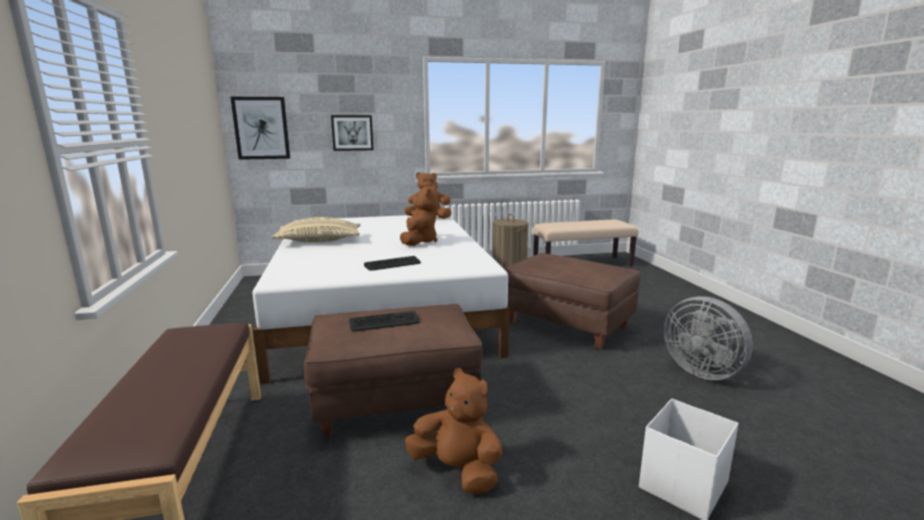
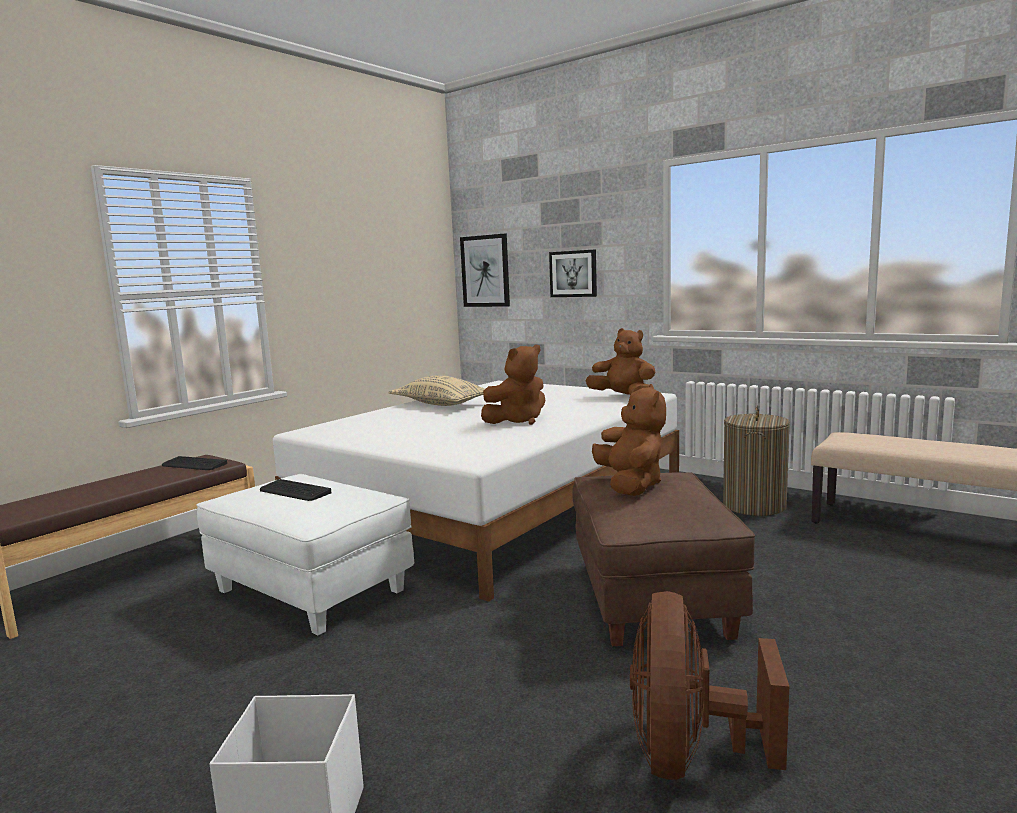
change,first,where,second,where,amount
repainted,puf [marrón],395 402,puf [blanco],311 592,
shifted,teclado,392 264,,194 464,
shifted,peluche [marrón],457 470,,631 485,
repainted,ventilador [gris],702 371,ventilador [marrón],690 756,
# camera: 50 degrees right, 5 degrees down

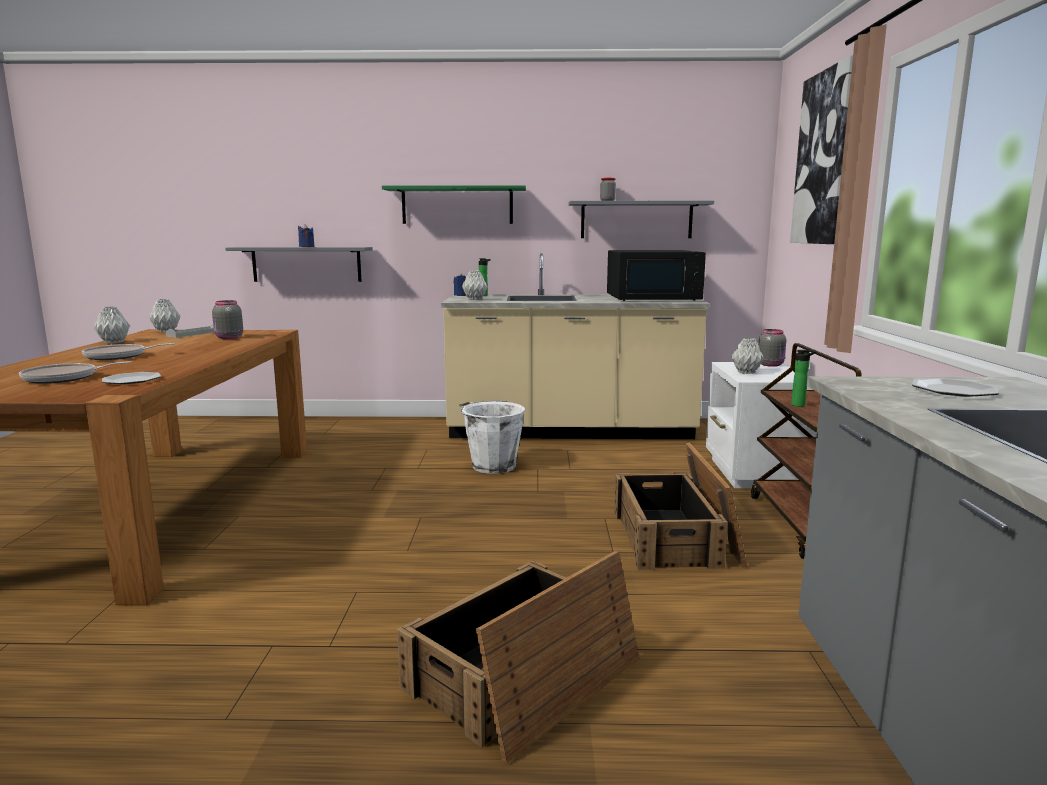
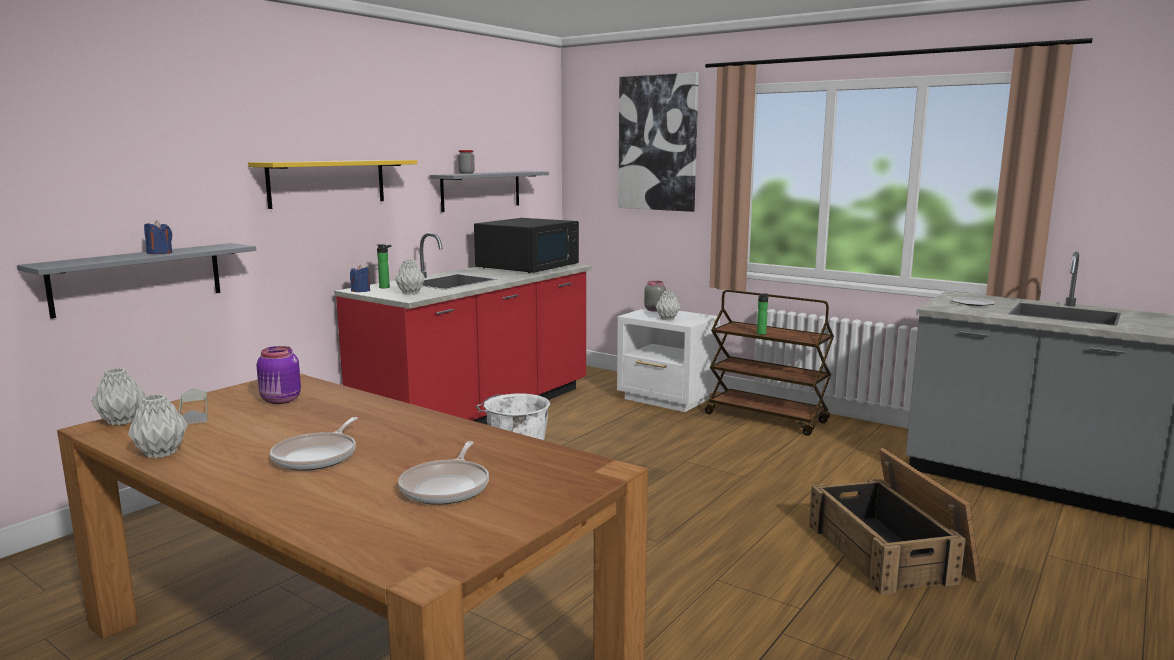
change,first,where,second,where,amount
gone,plato,131 380,,,
repainted,tarro [gris],228 338,tarro [morado],281 400,
repainted,estante [verde],457 205,estante [amarillo],327 183,
repainted,mueble bajo de cocina [beis],570 431,mueble bajo de cocina [rojo],479 414,
gone,caja de embalaje,676 537,,,
# camera: 55 degrees left, 0 degrees up

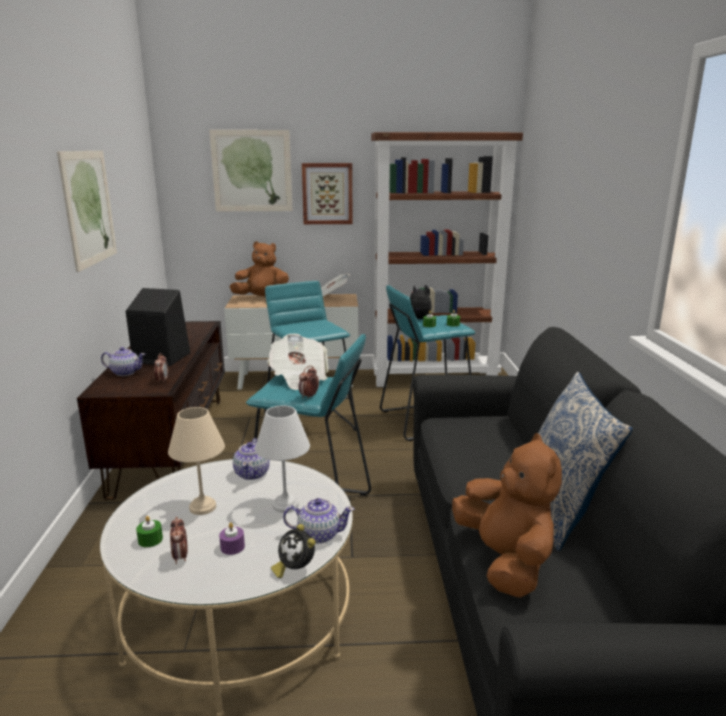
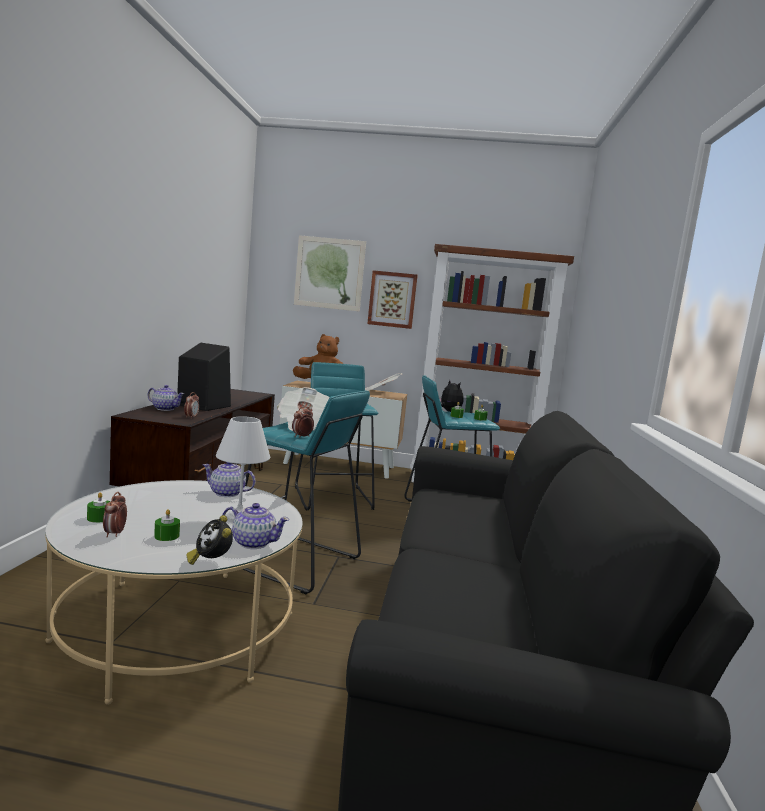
change,first,where,second,where,amount
gone,cuadro,89 208,,,
gone,lámpara de mesa [beis],203 508,,,
repainted,vela [morado],232 547,vela [verde],167 536,
rotated,tetera,252 473,,227 493,90 degrees clockwise
gone,peluche [marrón],505 561,,,
gone,cojín,561 509,,,
# camera: 10 degrees right, 10 degrees down

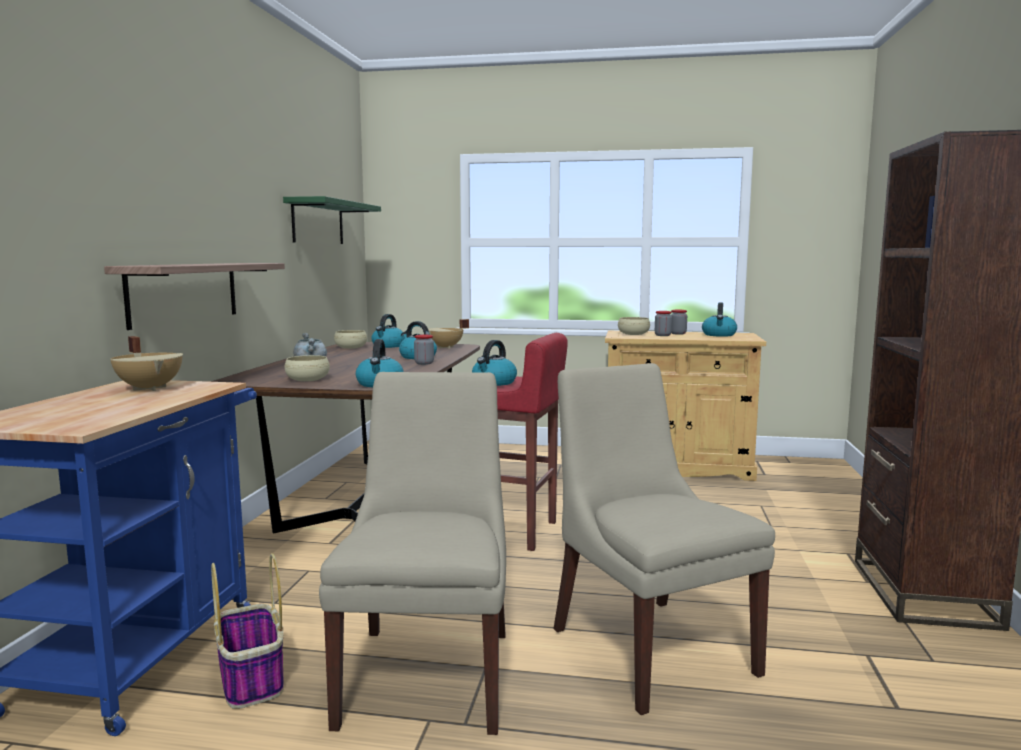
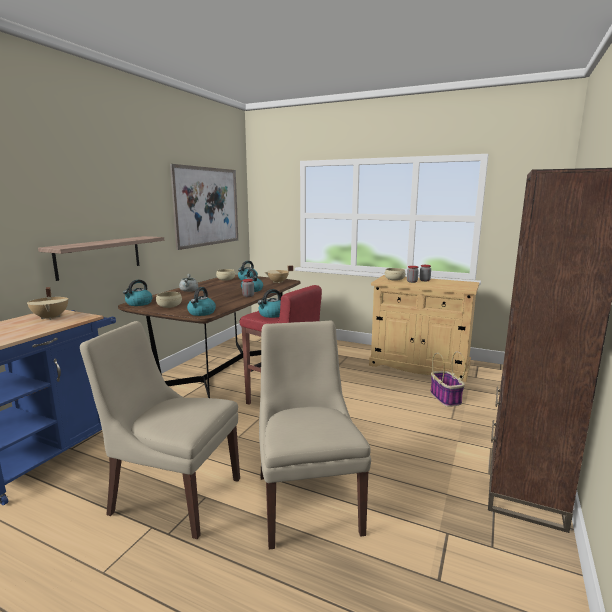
change,first,where,second,where,amount
shifted,cesta,252 680,,446 398,
swapped,estante [verde],318 222,cuadro,207 206,
rotated,silla [beis],428 673,,173 495,90 degrees counterclockwise
shifted,hervidor,719 335,,139 303,
# camera: 15 degrees right, 5 degrees up

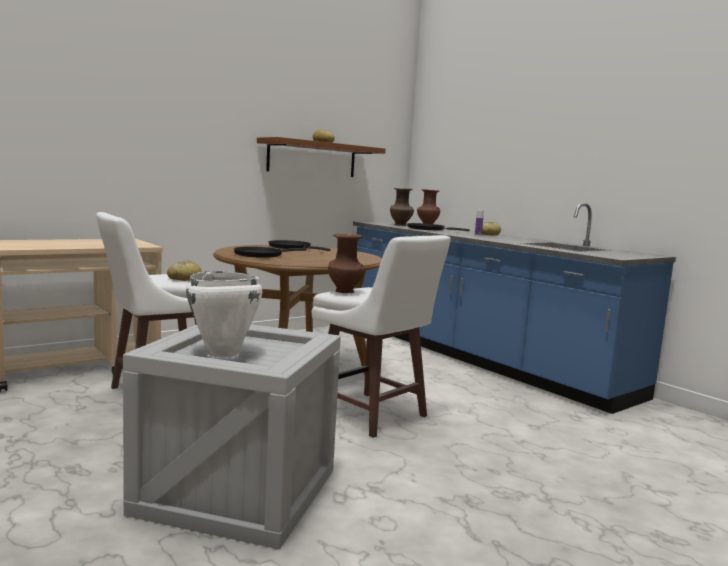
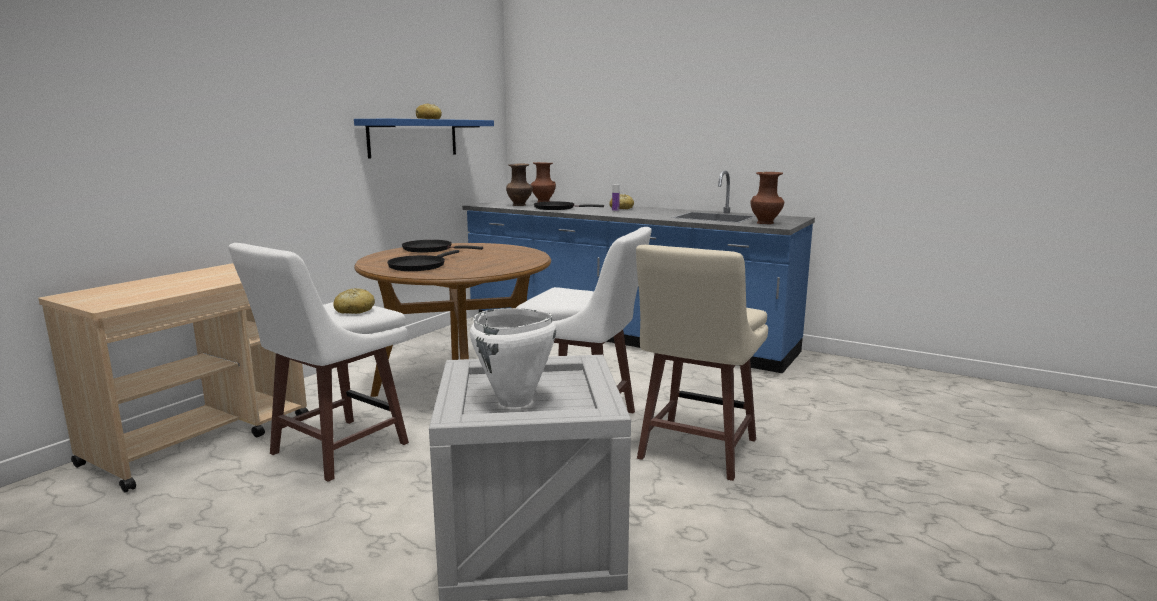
change,first,where,second,where,amount
repainted,estante [marrón],312 158,estante [azul],413 138,
shifted,florero [marrón],345 292,,766 223,
new,,,taburete [beis],695 450,
# camera: 20 degrees left, 5 degrees up

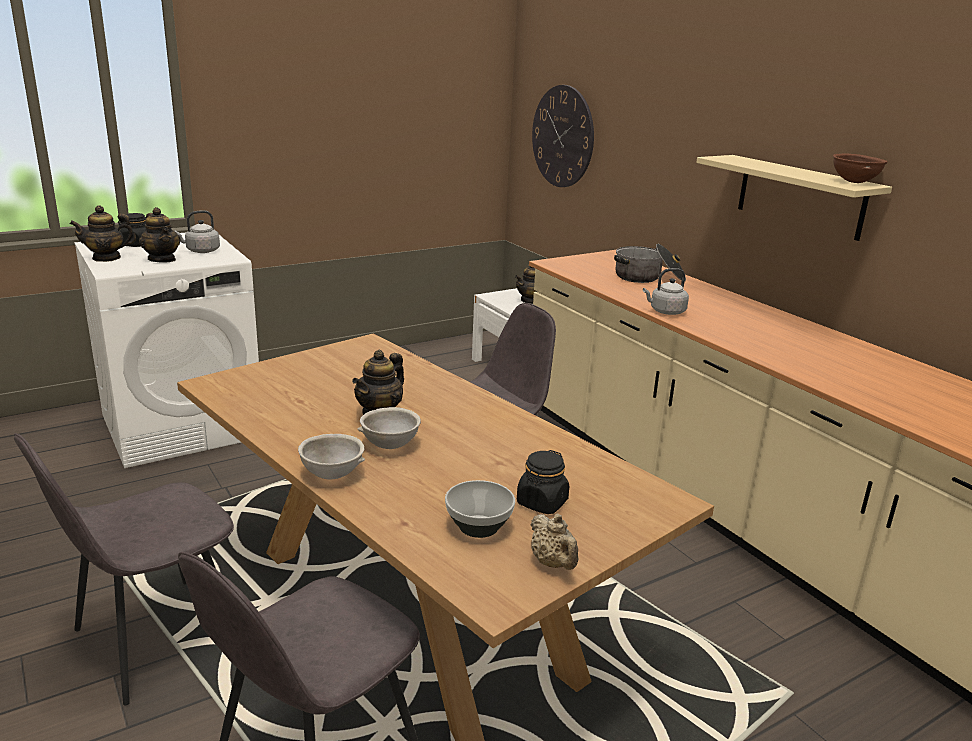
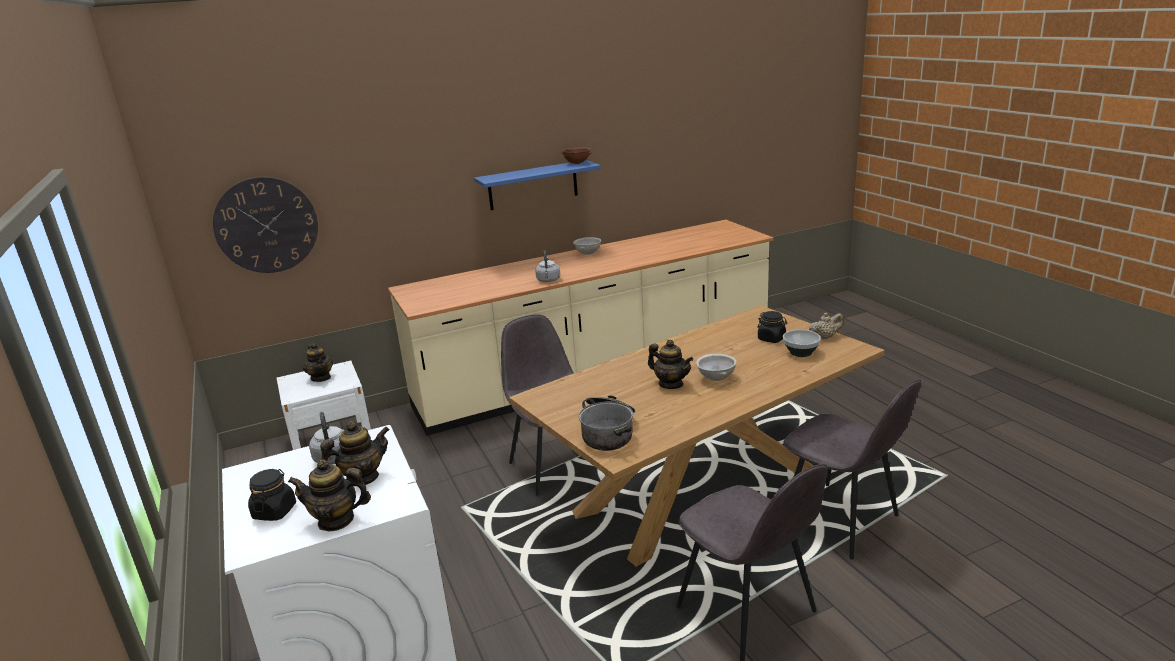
change,first,where,second,where,amount
rotated,tetera,107 258,,336 520,105 degrees clockwise
shifted,cuenco [gris],332 474,,587 254,
shifted,olla,648 278,,609 433,
repainted,estante [beis],800 196,estante [azul],533 185,
# camera: 80 degrees left, 0 degrees up

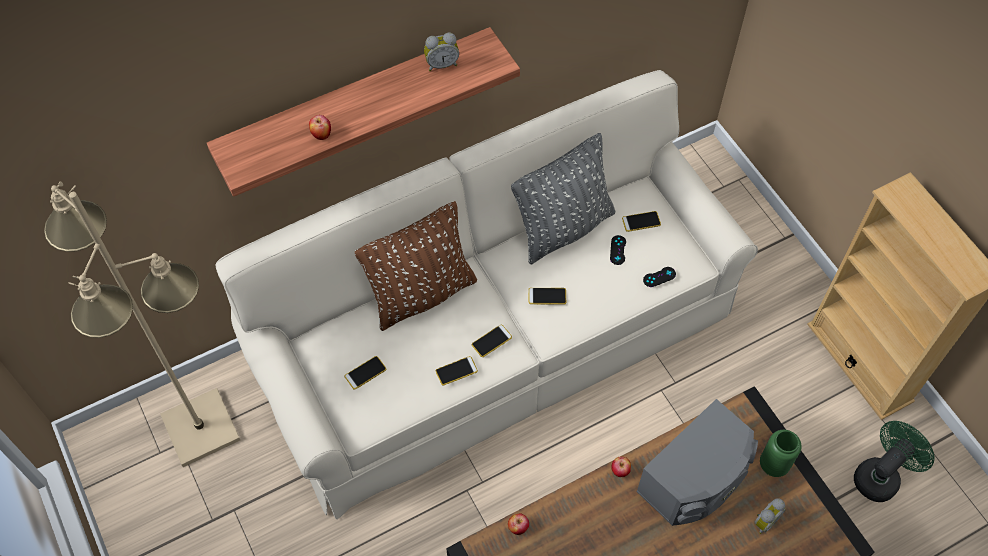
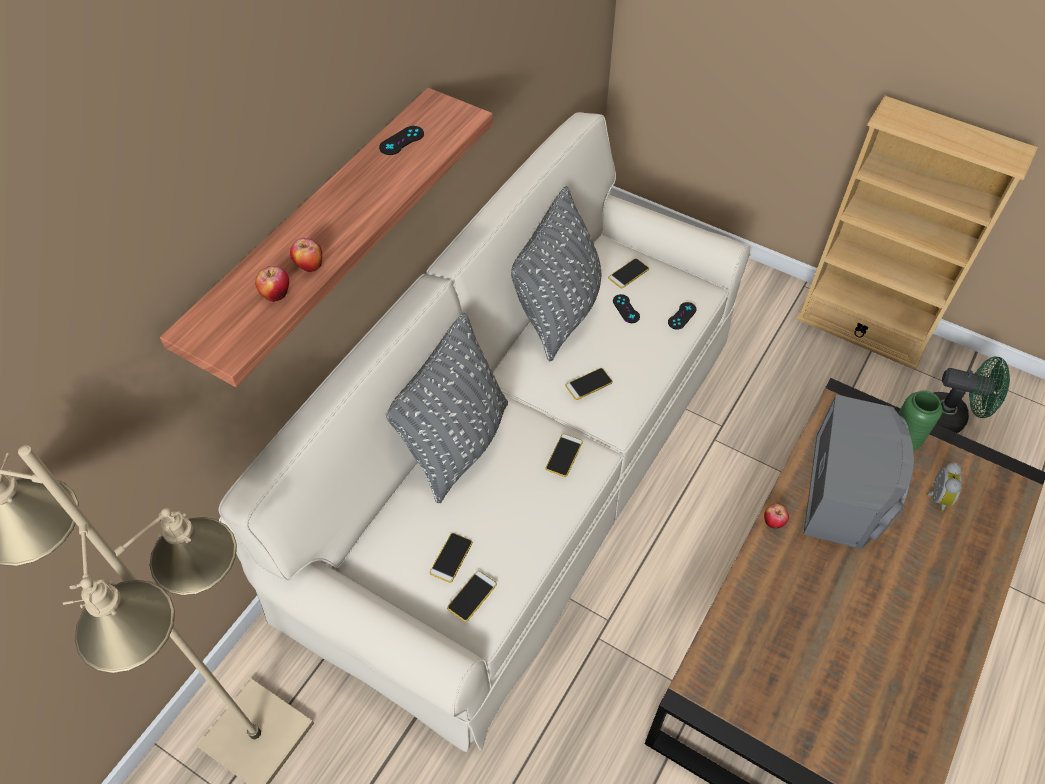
change,first,where,second,where,amount
repainted,cojín [marrón],421 294,cojín [gris],457 444,
swapped,despertador,441 64,mando de consola [negro],401 141,
shifted,móvil,456 371,,472 596,
shifted,manzana,518 527,,276 295,
rotated,ventilador [verde],880 475,,951 417,90 degrees clockwise
# camera: 30 degrees left, 5 degrees down

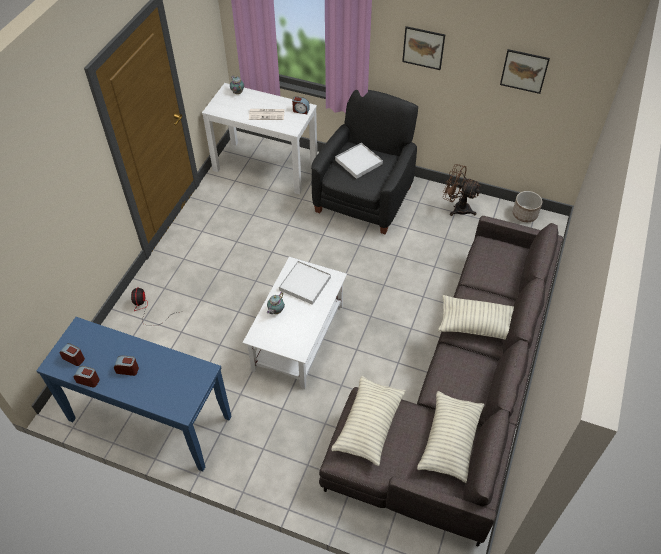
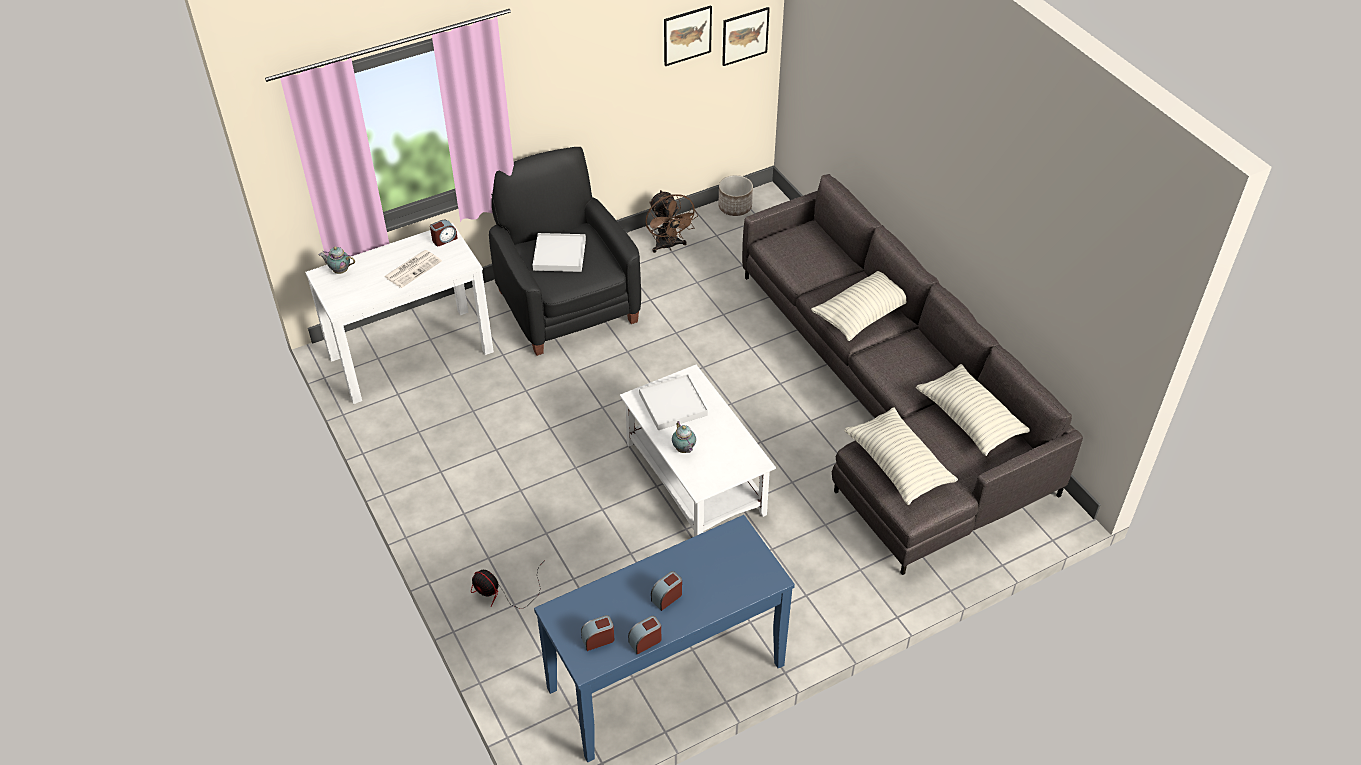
change,first,where,second,where,amount
shifted,cuadro,423 48,,745 36,
rotated,ventilador [marrón],457 208,,668 246,90 degrees counterclockwise
# camera: 50 degrees left, 5 degrees down

